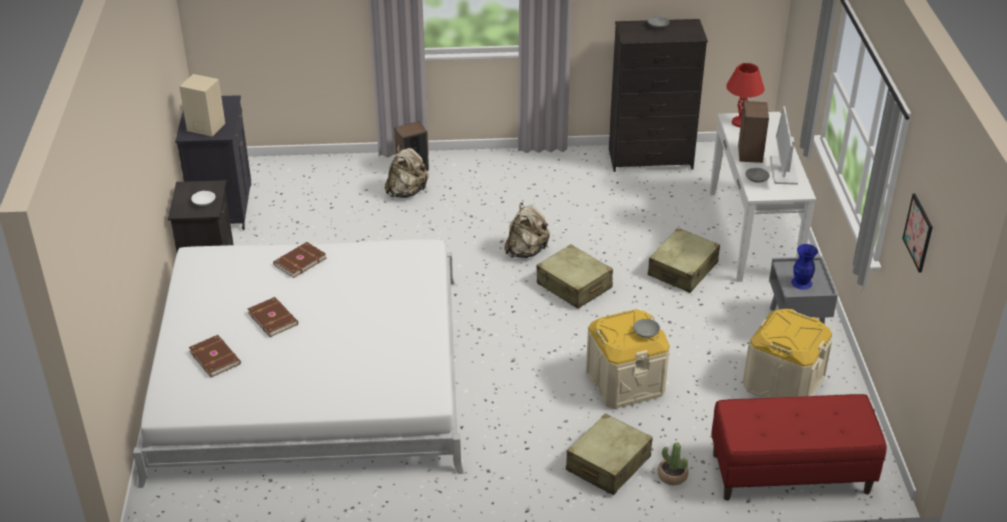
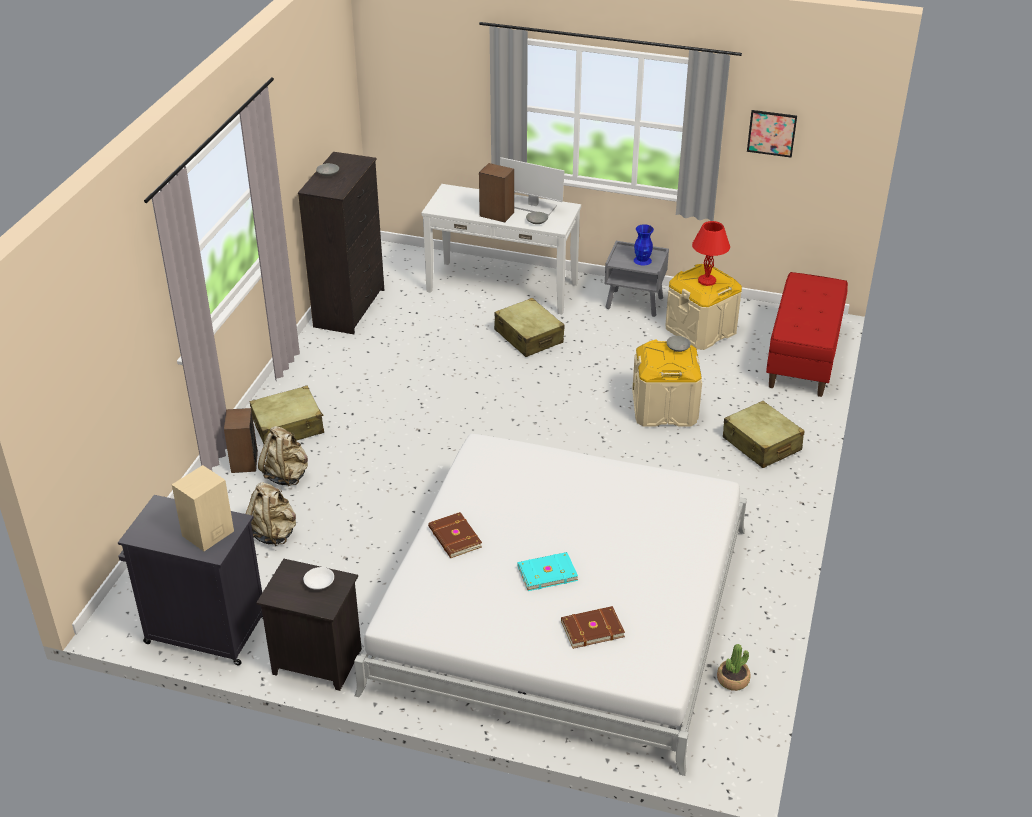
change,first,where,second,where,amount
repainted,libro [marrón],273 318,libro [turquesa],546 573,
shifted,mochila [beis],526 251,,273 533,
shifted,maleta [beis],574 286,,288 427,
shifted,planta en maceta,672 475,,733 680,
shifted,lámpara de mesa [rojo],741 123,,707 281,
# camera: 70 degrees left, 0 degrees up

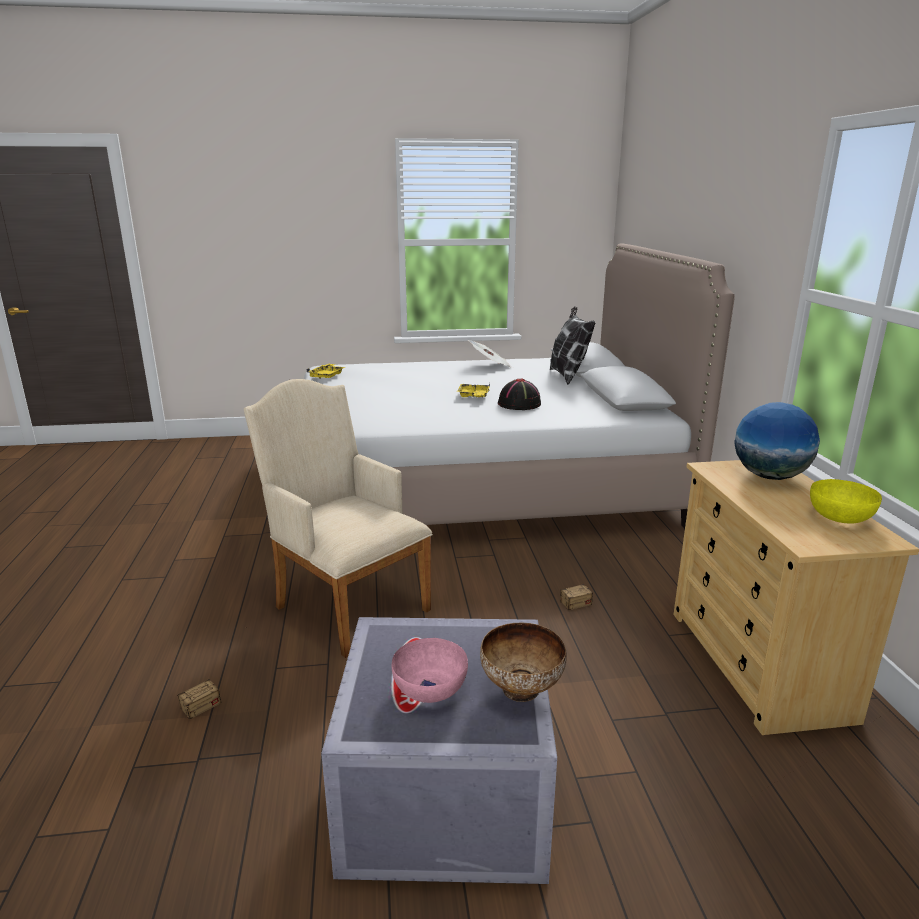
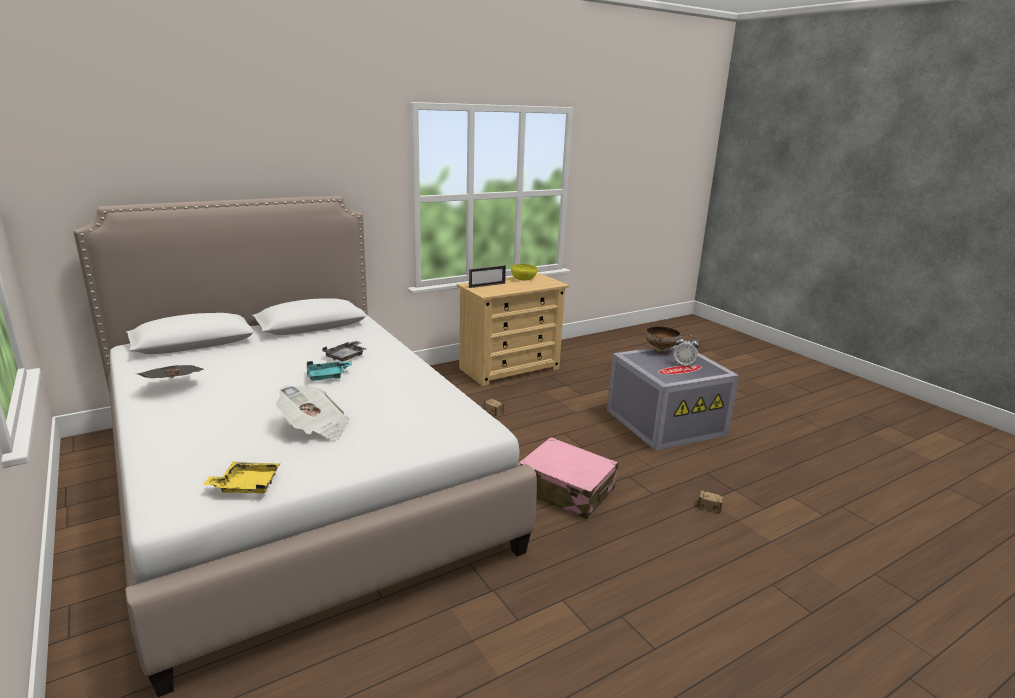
change,first,where,second,where,amount
swapped,sillón [beis],347 604,maleta [rosa],565 490,
swapped,cuenco [rosa],430 689,despertador,684 364,
repainted,bandeja [amarillo],473 396,bandeja [turquesa],327 376,
swapped,sombrero [negro],519 404,bandeja [gris],346 356,
gone,cojín,568 376,,,
swapped,globo terráqueo,769 476,portarretratos,487 285,
new,,,periódico,315 428,
# camera: 115 degrees left, 0 degrees up

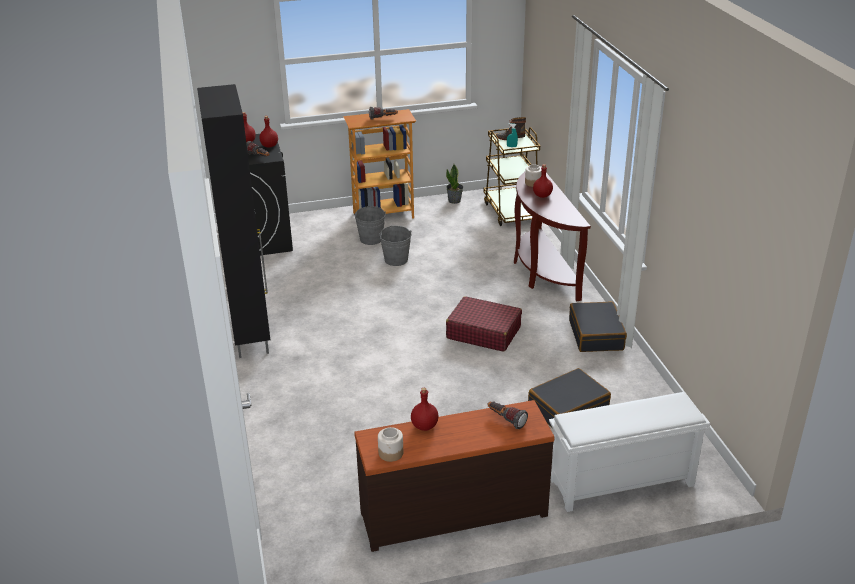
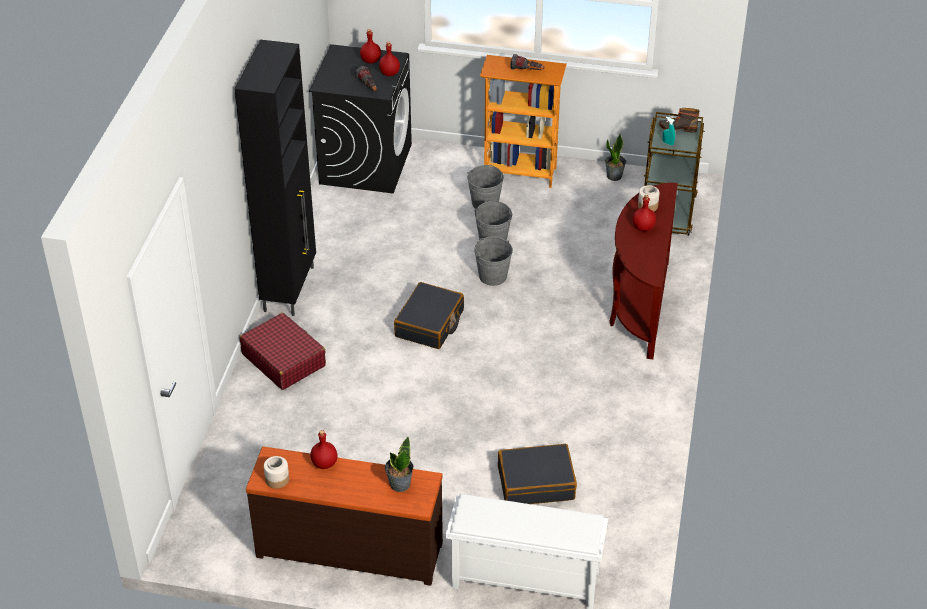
change,first,where,second,where,amount
shifted,maleta [rojo],483 332,,283 360,
swapped,linterna,505 420,planta en maceta,399 484,
shifted,maleta [negro],596 335,,430 324,
new,,,cubo [gris],492 276,
# camera: 25 degrees right, 10 degrees up

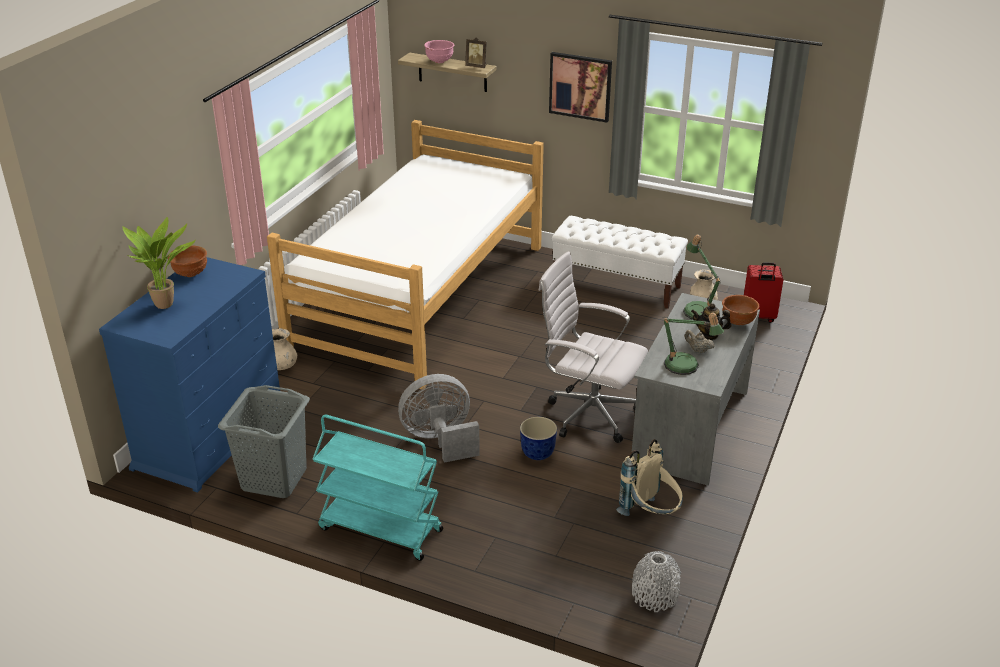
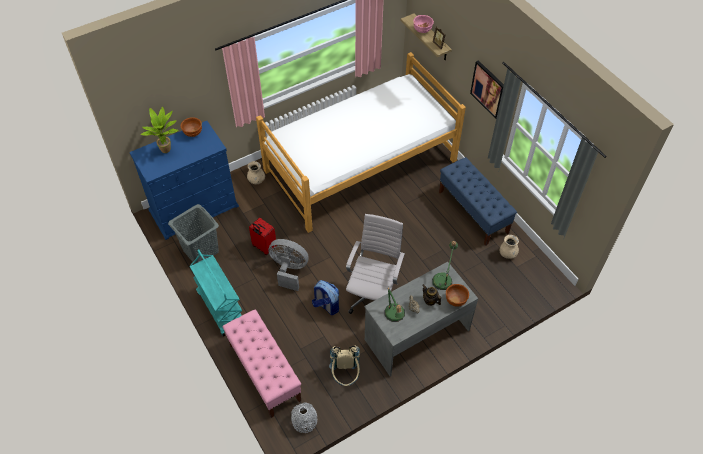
change,first,where,second,where,amount
swapped,maceta,537 453,mochila,326 306,
rotated,silla de oficina [blanco],588 414,,373 295,45 degrees clockwise
repainted,banco [blanco],617 285,banco [azul],473 212,
shifted,maleta [rojo],758 317,,264 247,
new,,,banco [rosa],264 372,
# camera: 35 degrees right, 20 degrees up

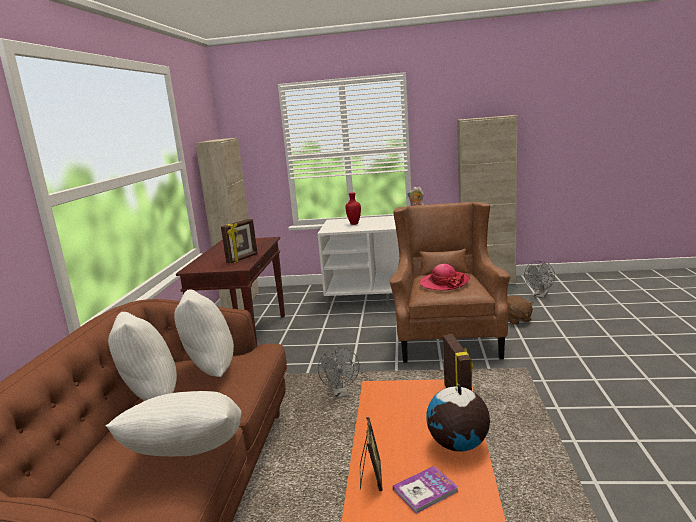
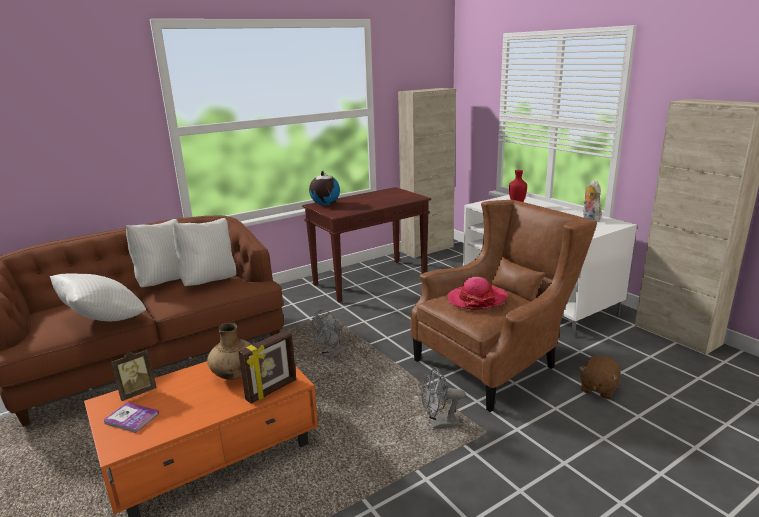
change,first,where,second,where,amount
gone,portarretratos,242 259,,,
shifted,globo terráqueo,458 445,,325 204,
shifted,ventilador [gris],540 296,,439 423,
new,,,florero [marrón],235 375,
# camera: 50 degrees right, 5 degrees up

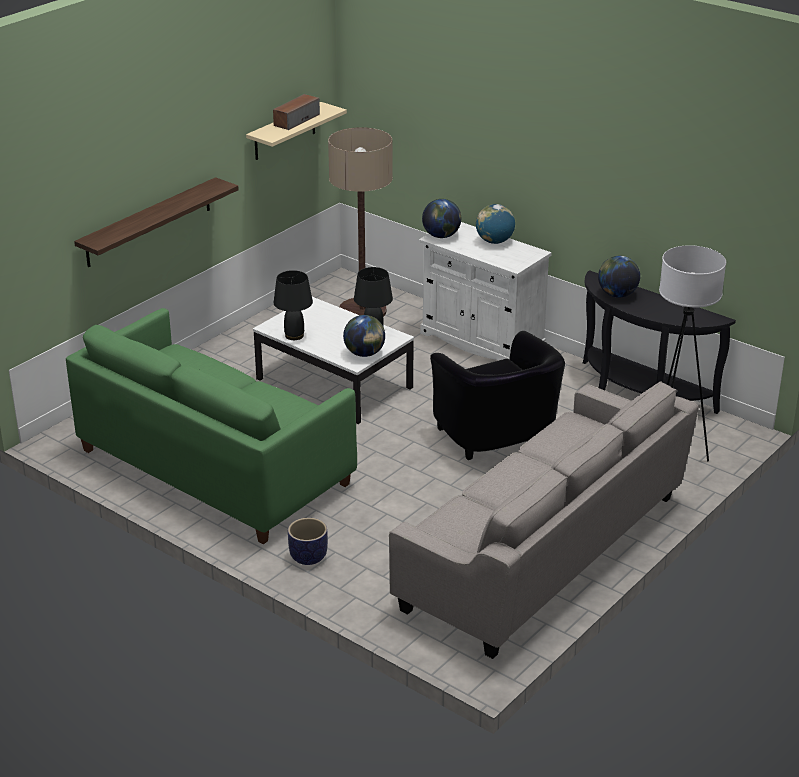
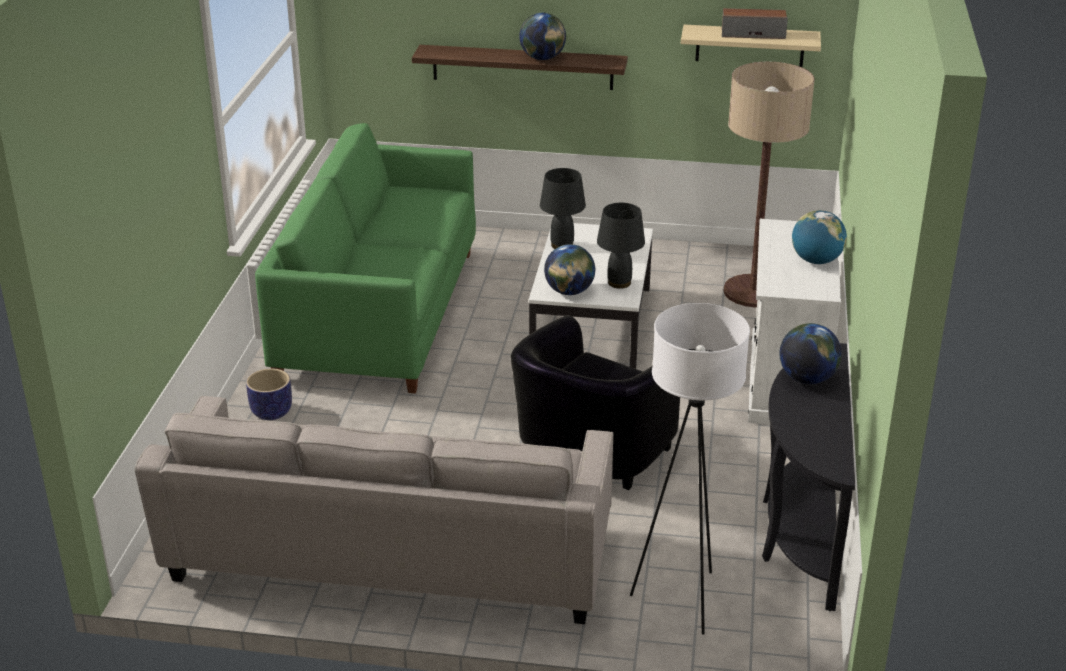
change,first,where,second,where,amount
shifted,globo terráqueo,441 236,,543 58,
# camera: 60 degrees right, 0 degrees up

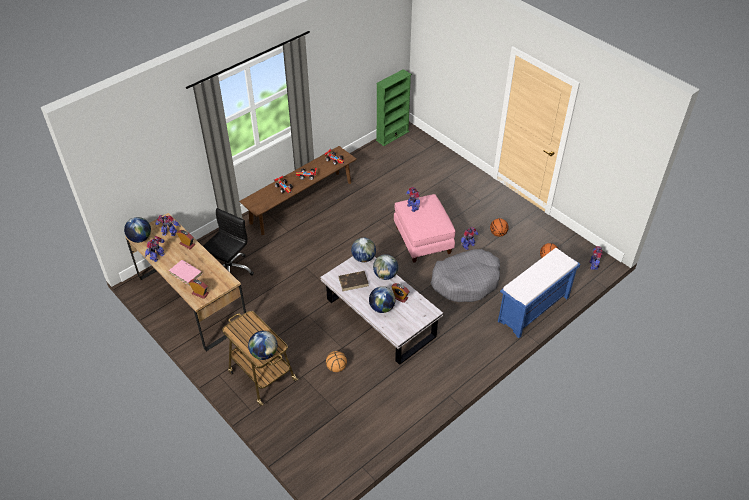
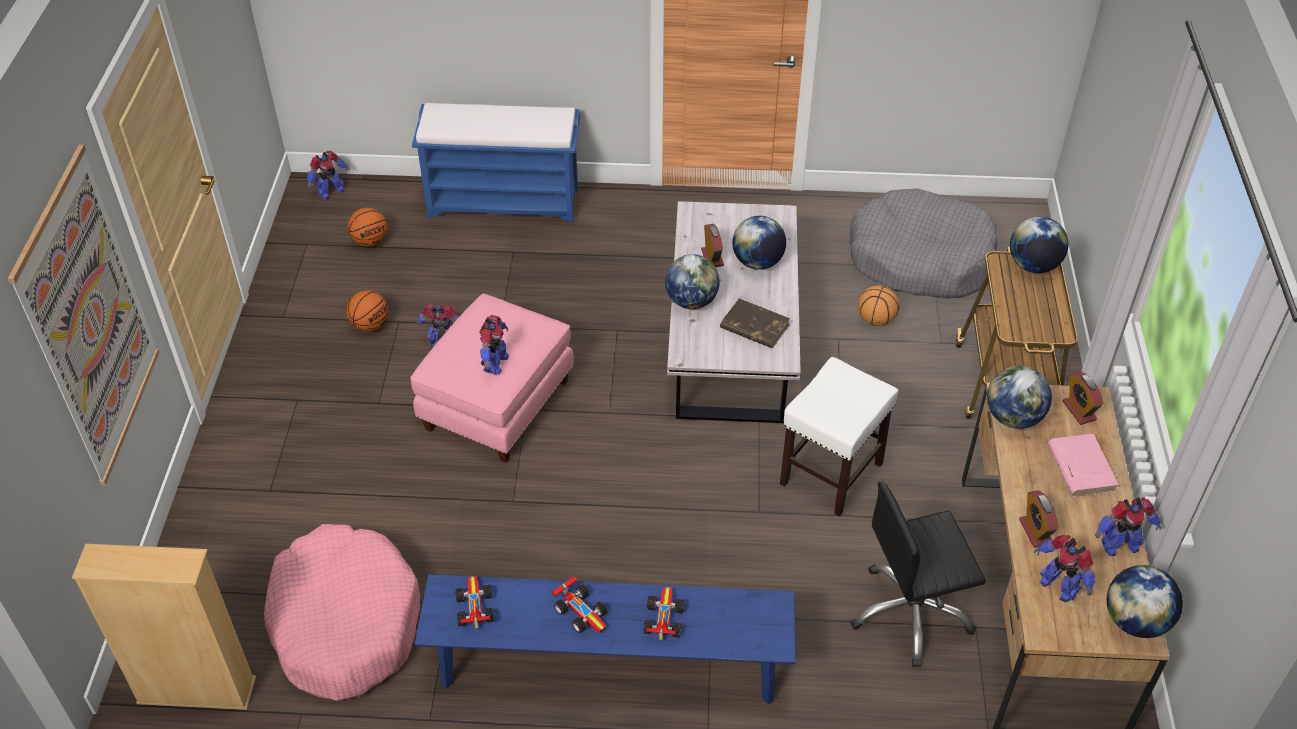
change,first,where,second,where,amount
repainted,banco [marrón],301 202,banco [azul],608 667,
shifted,globo terráqueo,363 258,,1013 418,
repainted,estantería [verde],392 136,estantería [beis],196 691,
shifted,cama para perro [gris],466 281,,920 259,
new,,,cuadro,90 319,
new,,,cama para perro [rosa],344 622,
new,,,taburete [blanco],831 474,
# camera: 135 degrees left, 0 degrees up

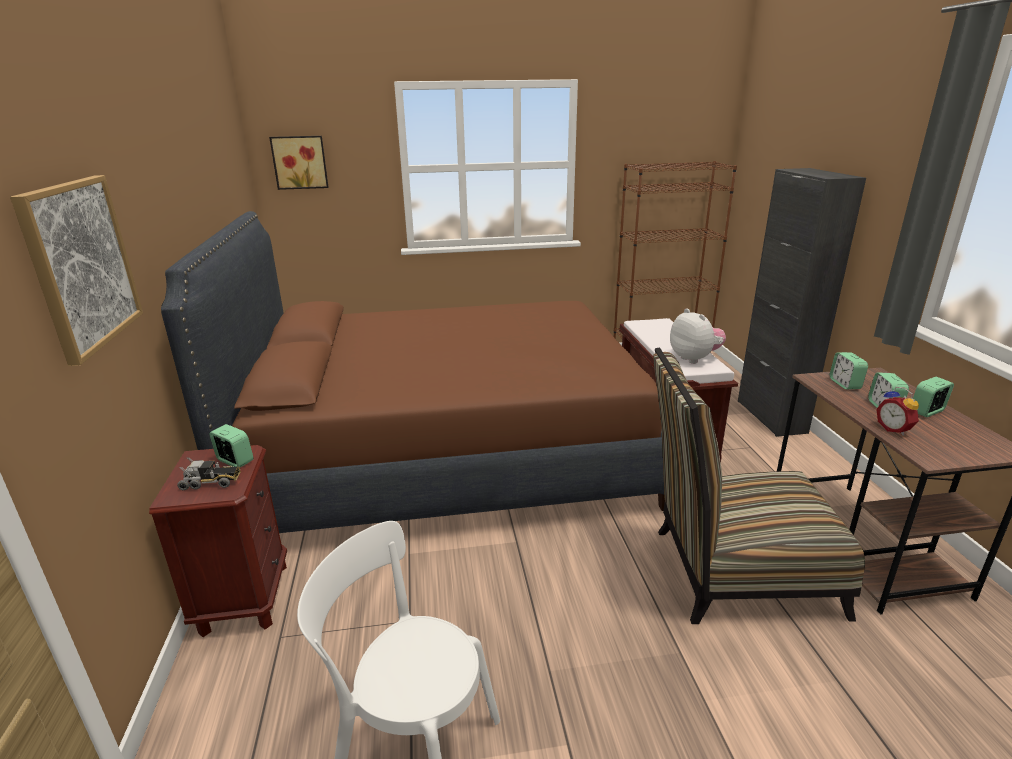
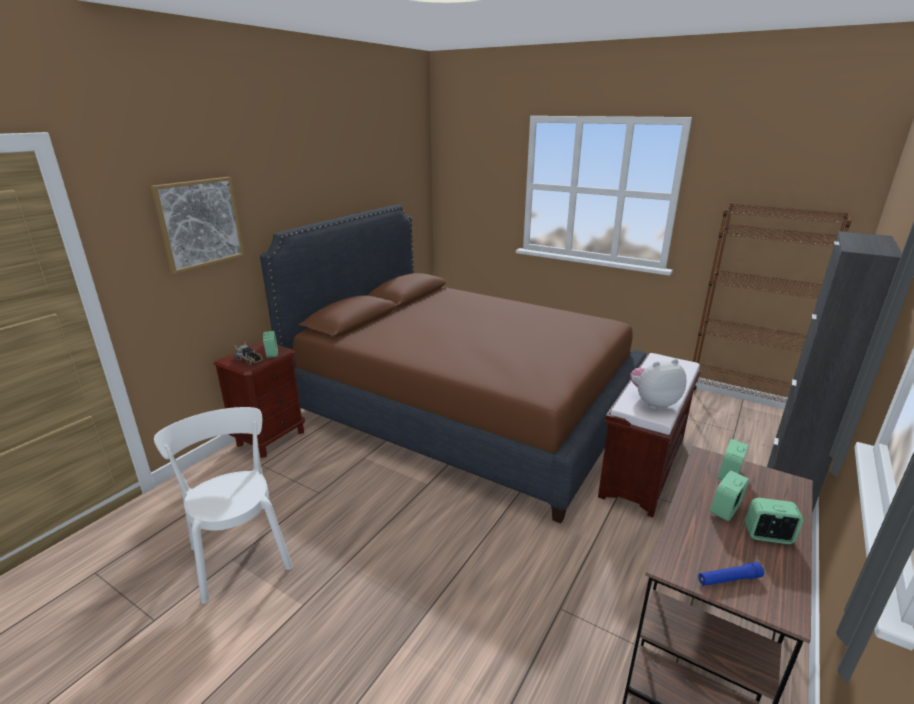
change,first,where,second,where,amount
gone,cuadro,300 162,,,
gone,silla,733 572,,,
rotated,peluche,694 358,,653 402,120 degrees counterclockwise
gone,despertador,894 429,,,
new,,,linterna [azul],728 579,
# camera: 40 degrees right, 0 degrees up

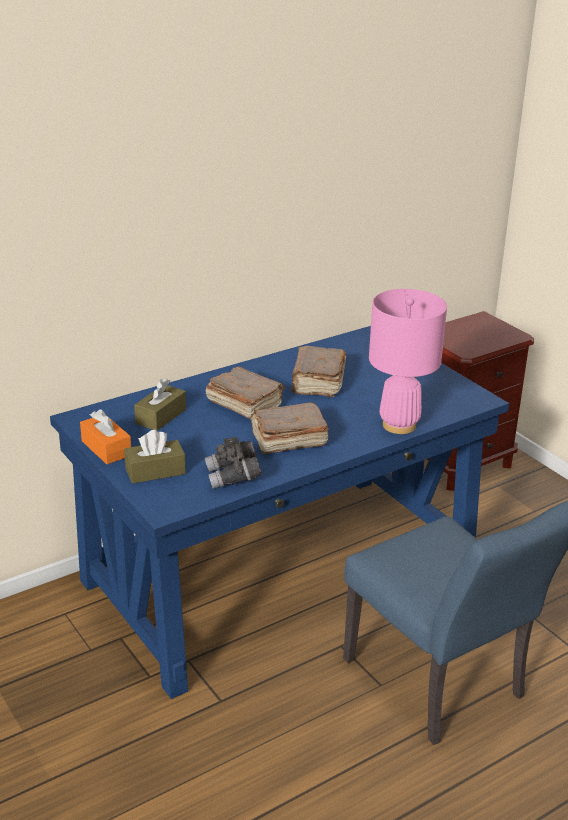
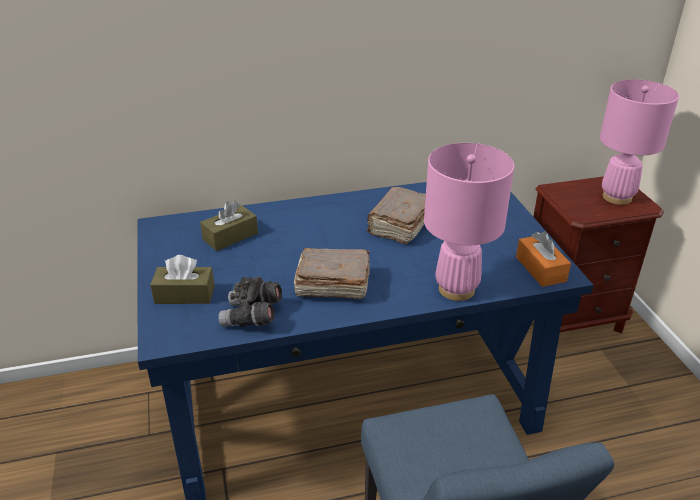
change,first,where,second,where,amount
shifted,caja de pañuelos [naranja],106 448,,540 269,
gone,libro [marrón],244 404,,,
new,,,lámpara de mesa [rosa],616 197,
# camera: 20 degrees right, 5 degrees up

